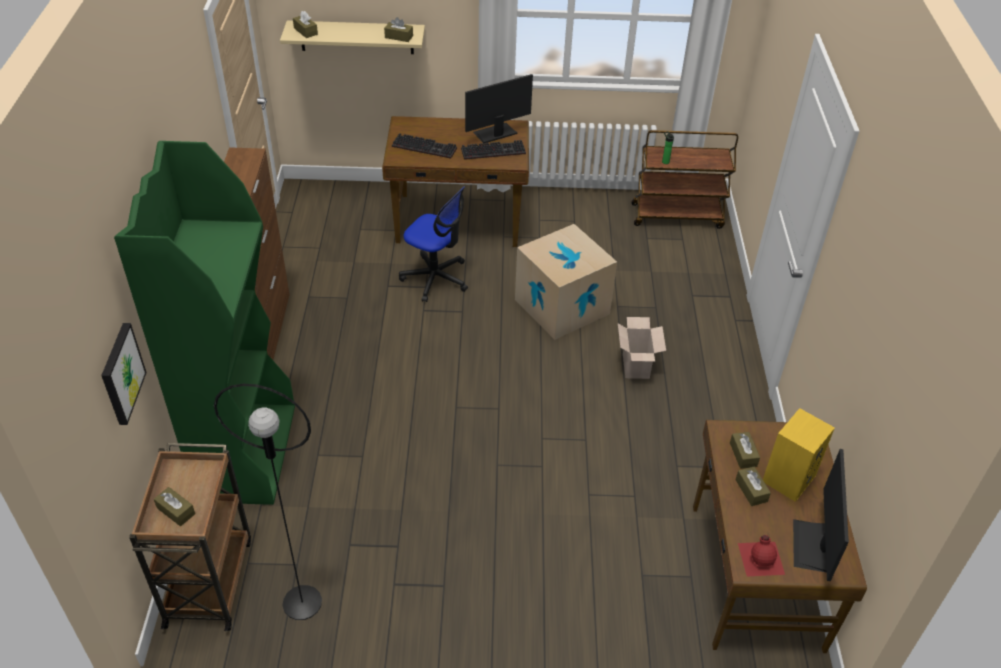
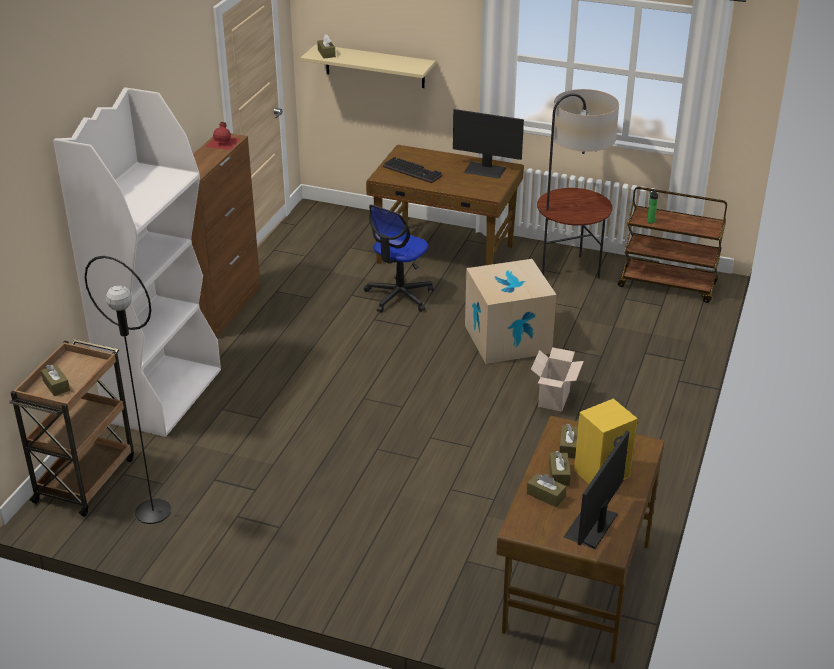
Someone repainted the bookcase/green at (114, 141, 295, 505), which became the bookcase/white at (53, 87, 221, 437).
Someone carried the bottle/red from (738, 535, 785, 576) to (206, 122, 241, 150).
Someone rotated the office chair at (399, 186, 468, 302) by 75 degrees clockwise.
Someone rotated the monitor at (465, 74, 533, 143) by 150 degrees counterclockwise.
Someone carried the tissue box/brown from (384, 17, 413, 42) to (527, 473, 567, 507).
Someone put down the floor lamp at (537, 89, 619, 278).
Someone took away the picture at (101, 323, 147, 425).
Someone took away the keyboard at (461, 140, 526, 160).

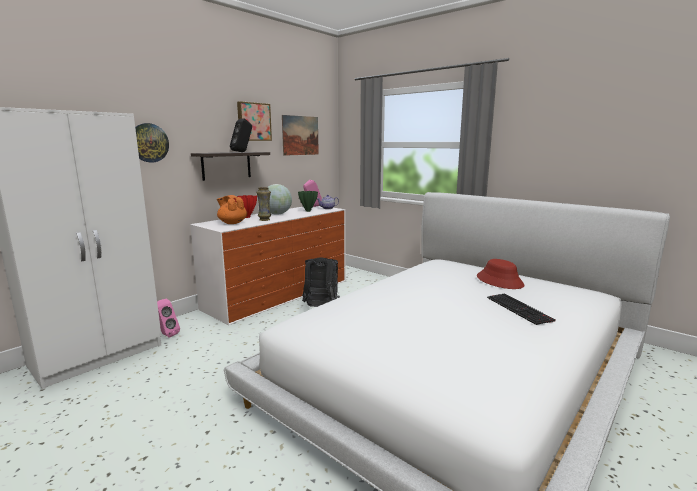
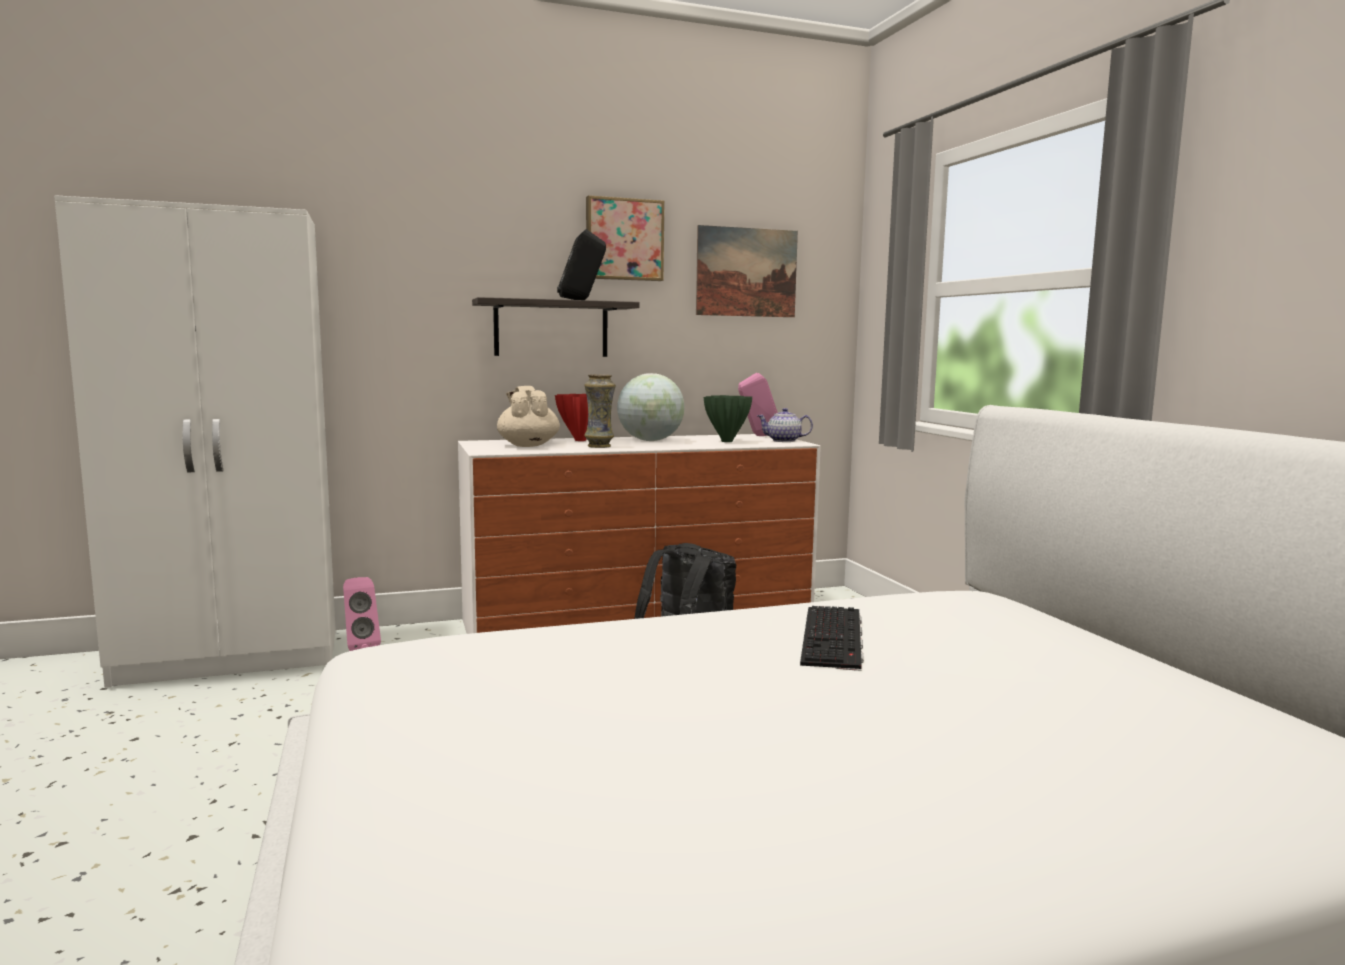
Someone repainted the teapot/orange at (217, 195, 247, 224), which became the teapot/beige at (497, 386, 560, 447).
Someone carried the keyboard from (487, 294, 556, 325) to (800, 606, 864, 671).
Someone took away the wall clock at (135, 123, 169, 162).
Someone took away the hat/red at (477, 259, 524, 289).

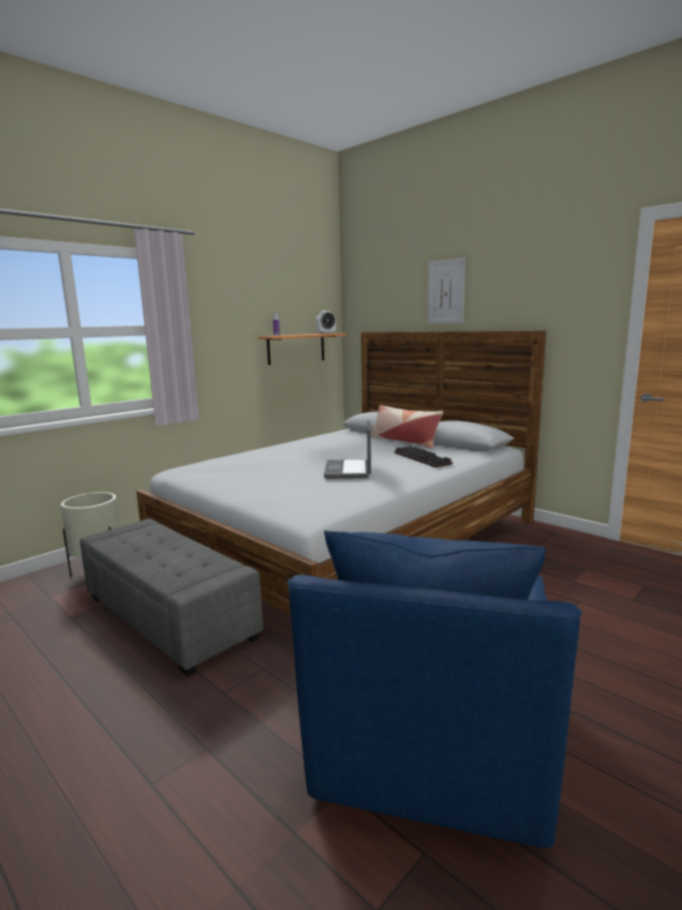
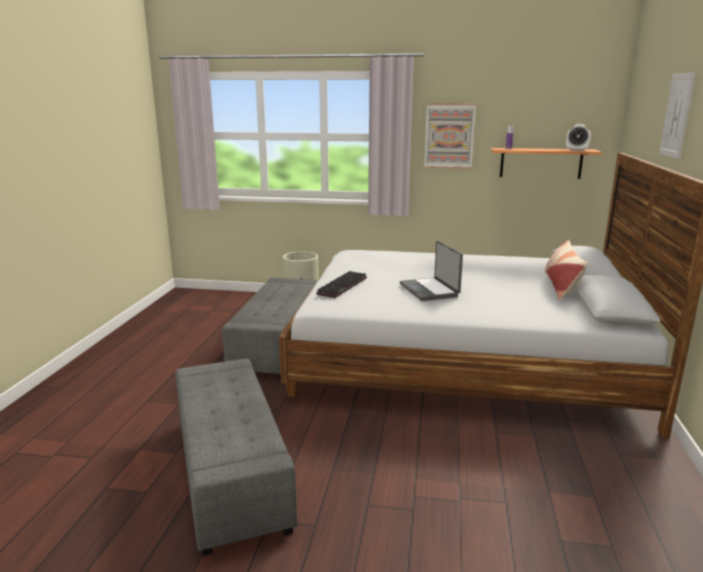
Someone swapped the armchair/blue at (287, 530, 582, 848) for the ottoman/grey at (175, 359, 297, 556).
Someone carried the keyboard from (394, 446, 453, 468) to (316, 271, 367, 298).
Someone rotated the laptop at (324, 420, 371, 479) by 75 degrees counterclockwise.
Someone put up the picture at (424, 103, 476, 169).

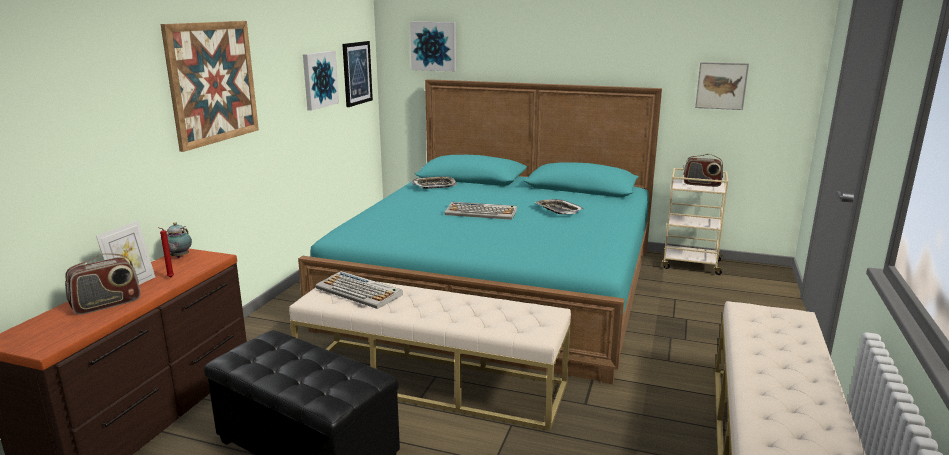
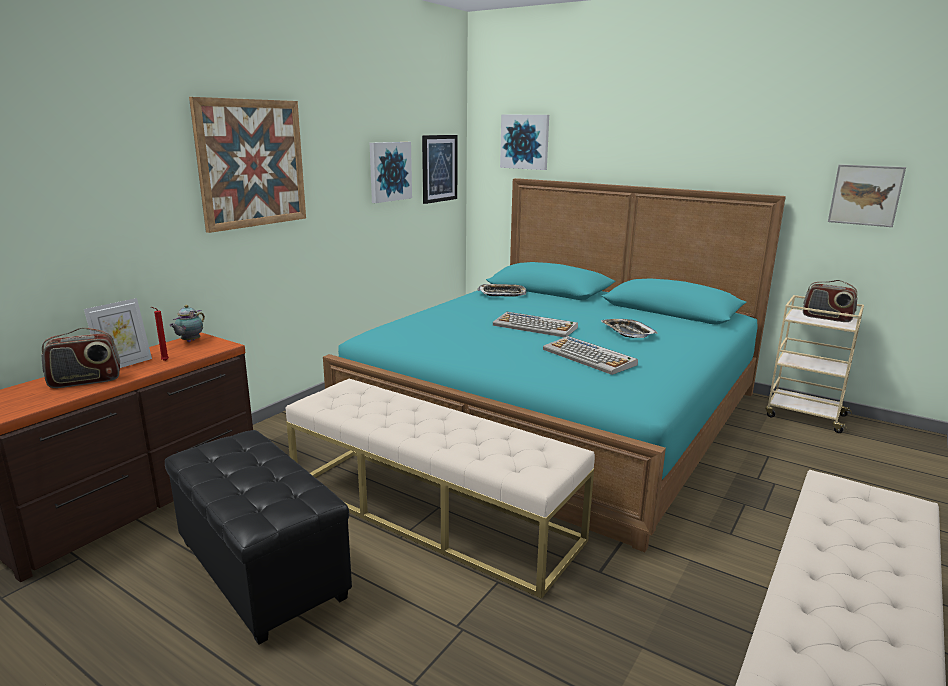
Someone carried the keyboard from (315, 271, 403, 309) to (543, 336, 638, 375).

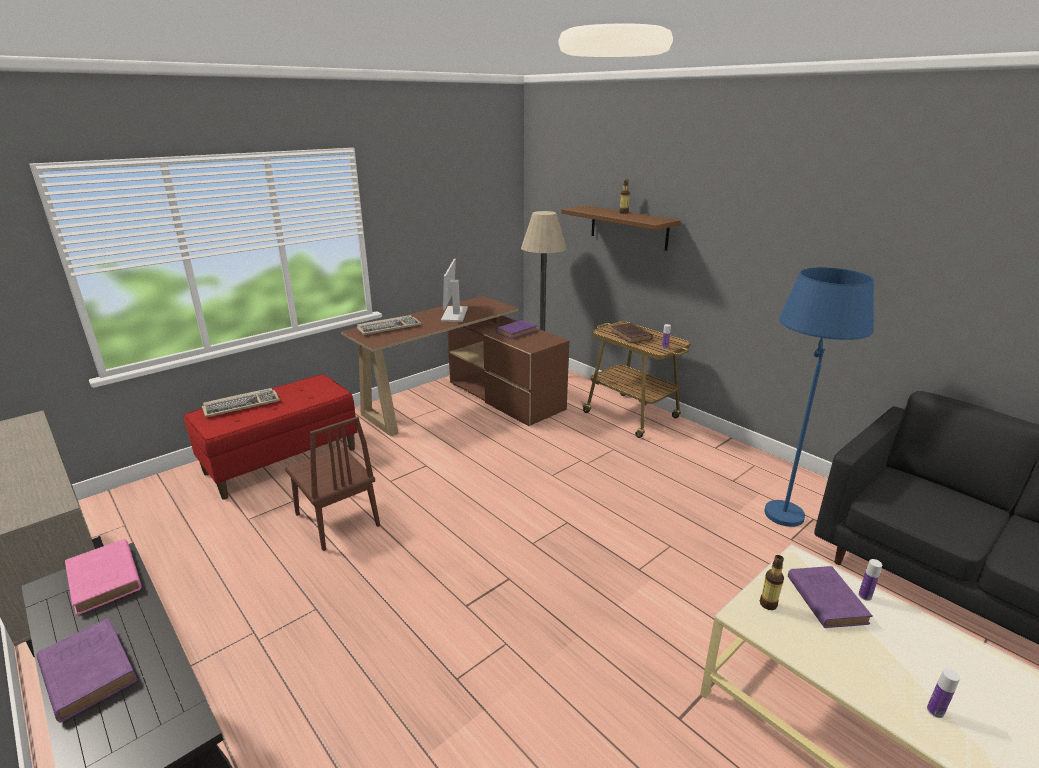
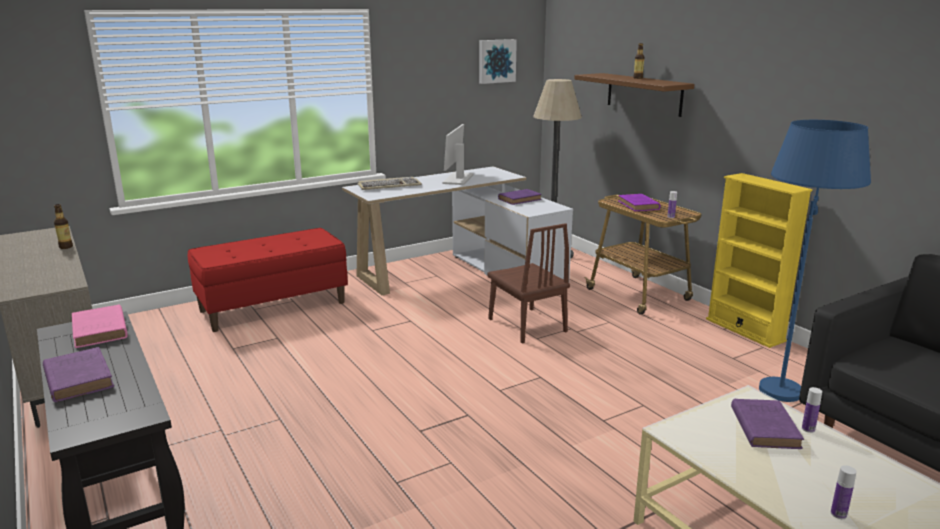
Someone carried the bottle from (760, 555, 784, 610) to (54, 204, 73, 249).
Someone repainted the desk/brown at (341, 296, 570, 436), which became the desk/white at (342, 166, 573, 295).
Someone put up the picture at (479, 39, 517, 84).
Someone carried the chair/brown from (285, 417, 380, 551) to (487, 223, 570, 344).
Someone repainted the book/brown at (611, 323, 653, 343), which became the book/purple at (618, 194, 660, 211).
Someone put down the bookcase/yellow at (706, 173, 812, 348).
Someone took away the keyboard at (202, 388, 280, 418).

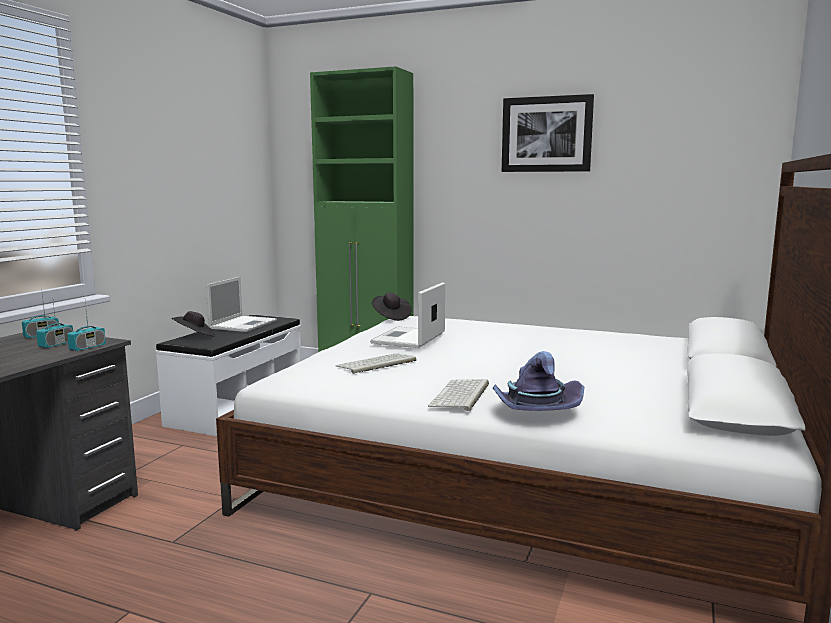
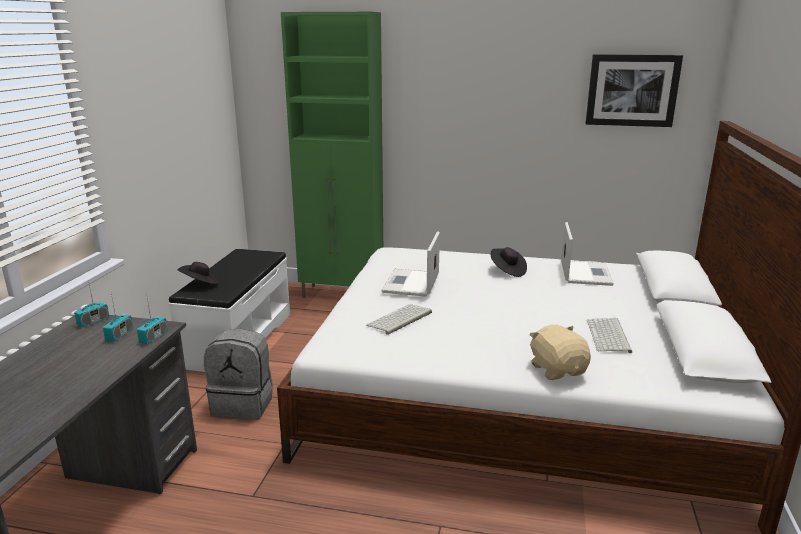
Someone put down the backpack/grey at (204, 329, 273, 420).
Someone carried the hat/black from (372, 293, 412, 321) to (491, 247, 527, 277).
Someone swapped the hat/purple at (493, 351, 584, 411) for the plush toy/beige at (529, 325, 591, 380).
Someone carried the laptop from (206, 277, 277, 332) to (561, 222, 614, 286).
Someone carried the picture from (502, 94, 594, 172) to (585, 54, 683, 127).
Someone carried the keyboard from (428, 379, 489, 411) to (587, 318, 632, 354).

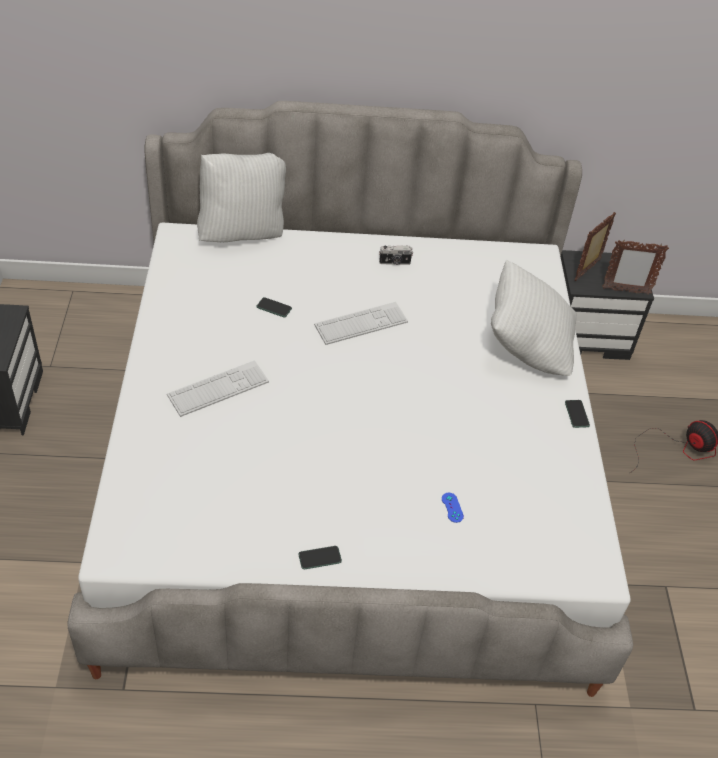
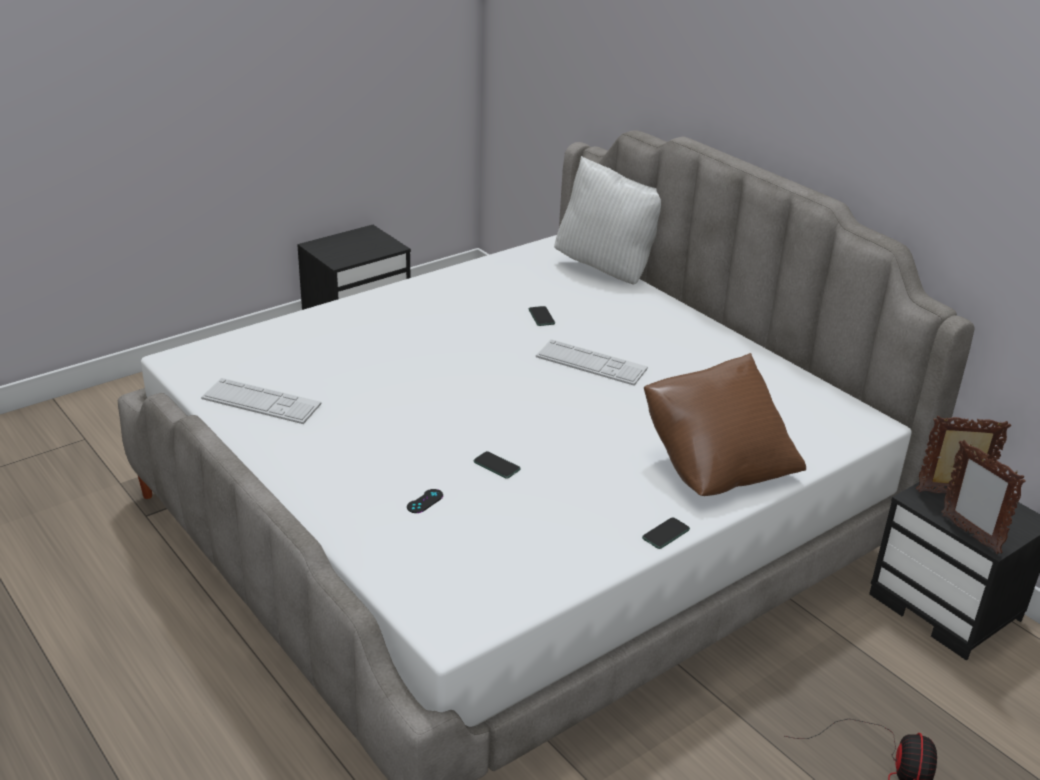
Someone carried the keyboard from (167, 360, 269, 417) to (201, 378, 322, 424).
Someone repainted the game controller/blue at (442, 493, 464, 523), which became the game controller/black at (407, 489, 443, 513).
Someone carried the phone from (298, 546, 342, 569) to (474, 451, 521, 479).
Someone repainted the pillow/white at (491, 260, 577, 376), which became the pillow/brown at (644, 353, 806, 496).
Someone took away the photo camera at (379, 245, 413, 265).

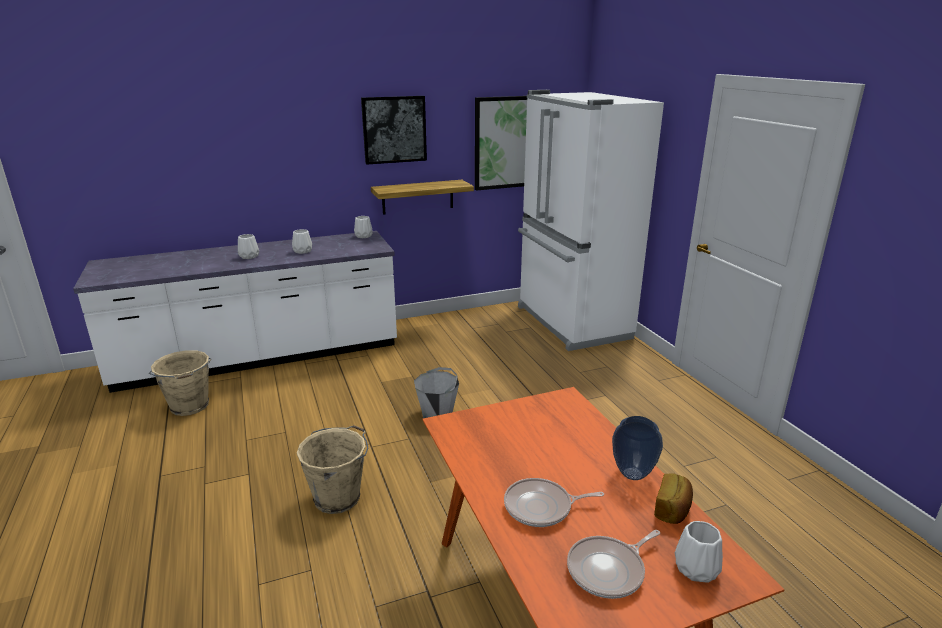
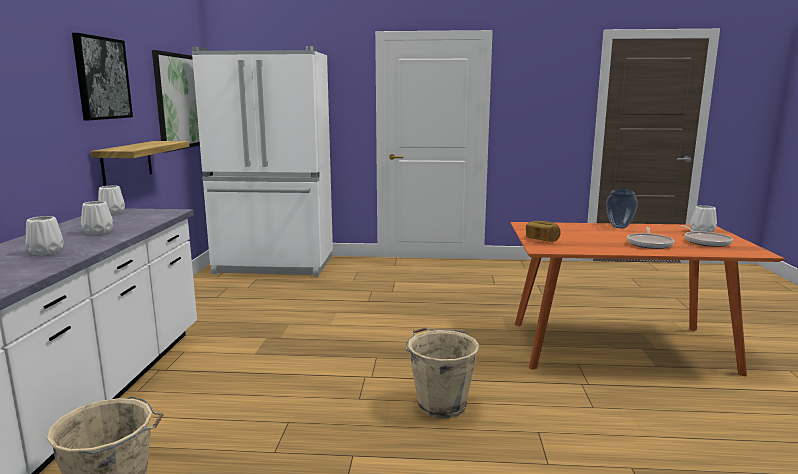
Someone carried the bread from (654, 473, 693, 524) to (526, 221, 561, 242).
Someone took away the bucket/grey at (414, 367, 459, 418).

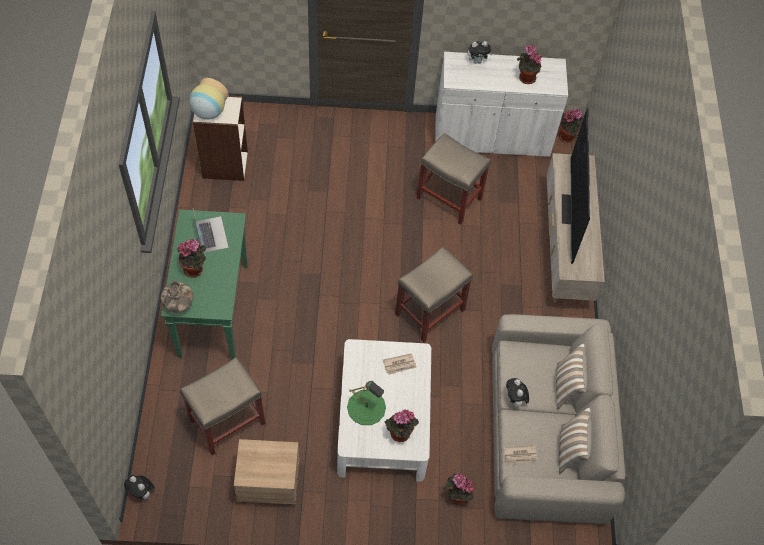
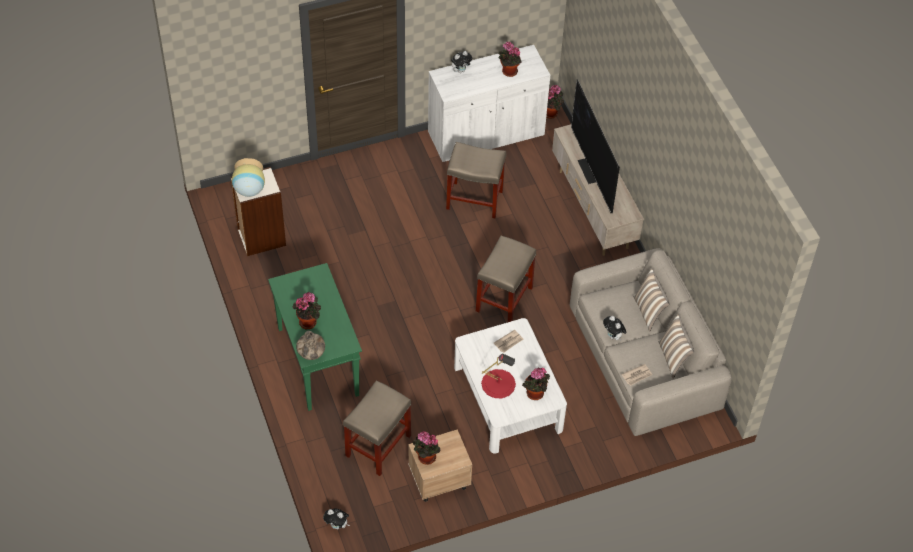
Someone carried the potted plant from (445, 473, 474, 505) to (412, 431, 441, 465).
Someone repainted the table lamp/green at (347, 381, 386, 425), which became the table lamp/red at (481, 354, 516, 398).
Someone took away the laptop at (193, 210, 229, 253).

